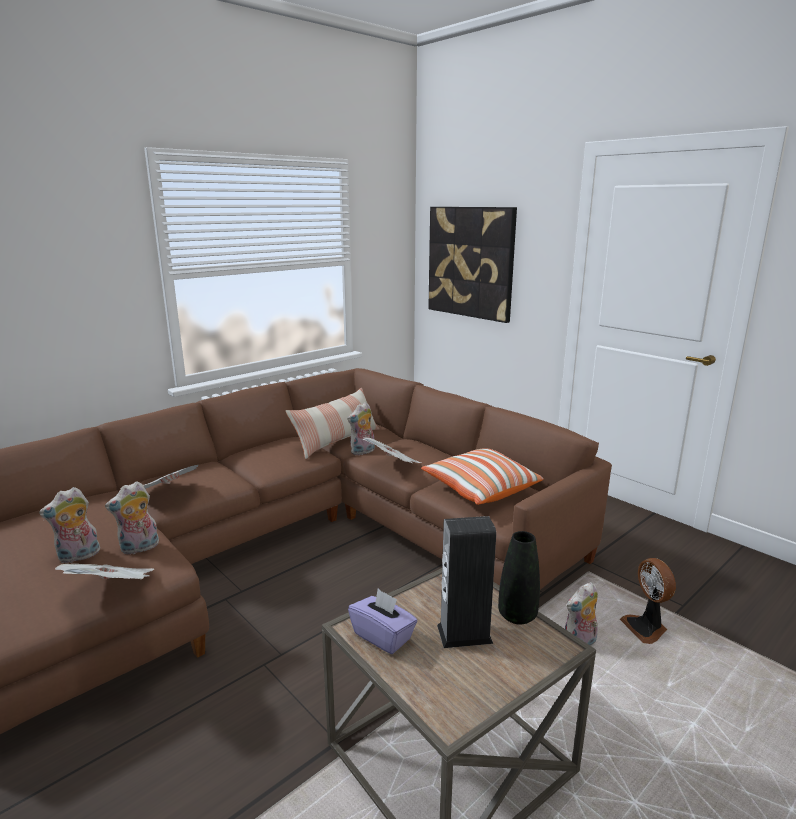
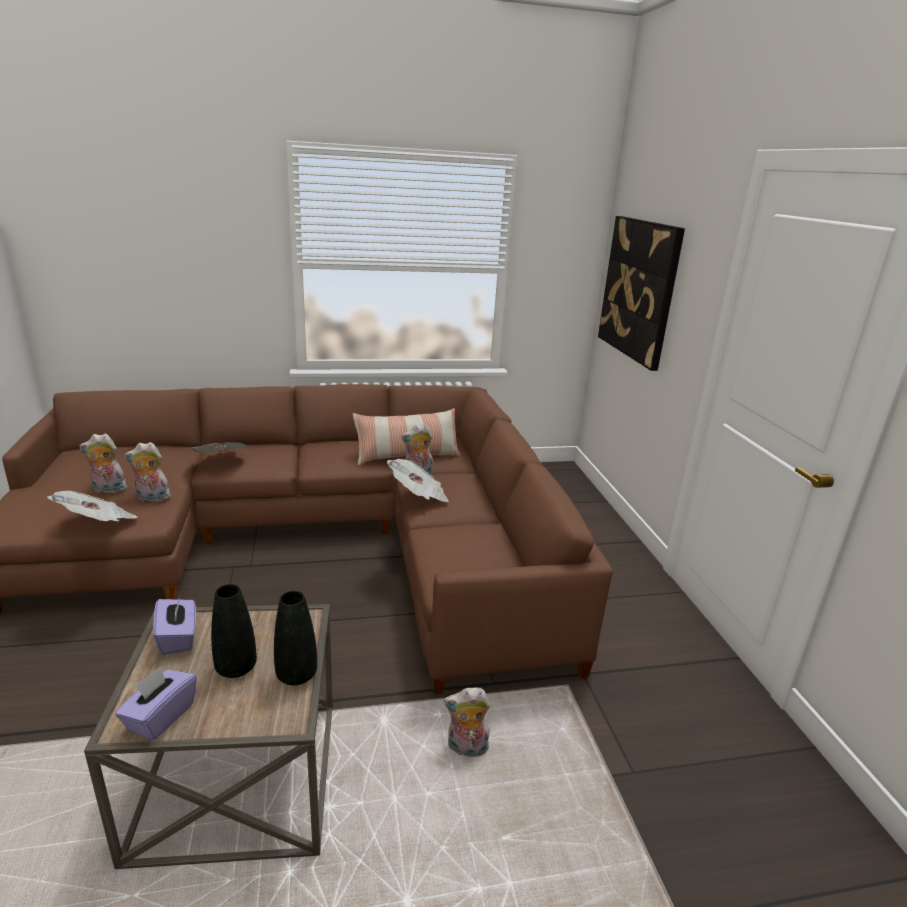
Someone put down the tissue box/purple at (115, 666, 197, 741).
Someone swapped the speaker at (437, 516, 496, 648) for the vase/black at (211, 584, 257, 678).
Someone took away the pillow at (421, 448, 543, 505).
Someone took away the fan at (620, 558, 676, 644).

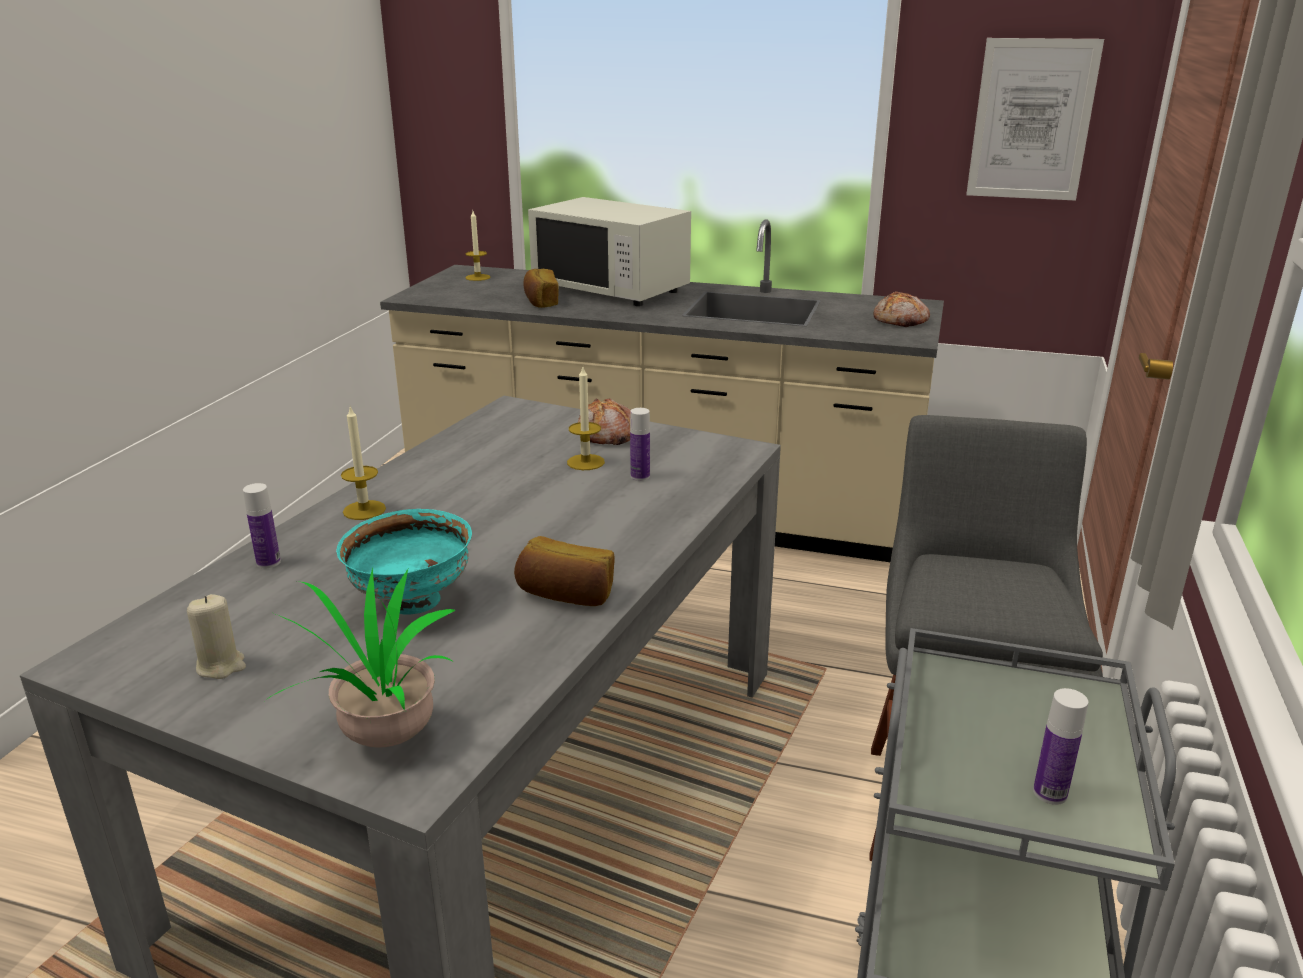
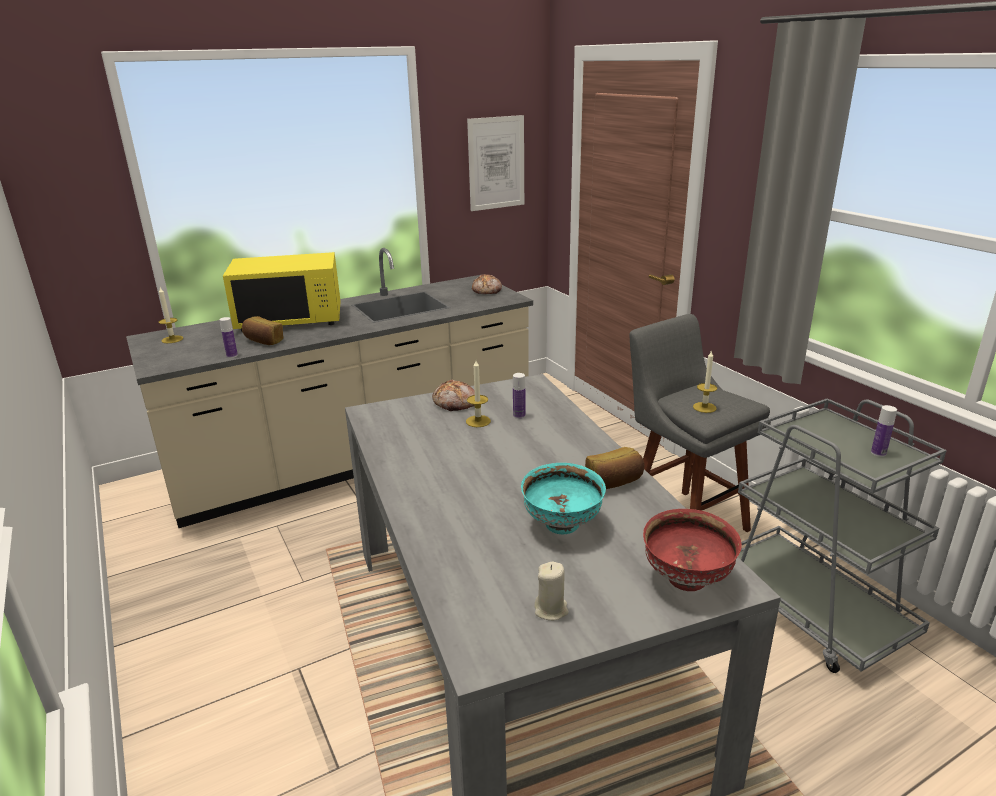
Someone carried the bottle from (243, 483, 281, 568) to (219, 317, 238, 358).
Someone repainted the microwave/white at (528, 197, 691, 306), which became the microwave/yellow at (223, 252, 341, 332).
Someone swapped the potted plant at (266, 567, 455, 747) for the bowl/red at (643, 509, 742, 591).
Someone carried the candle from (341, 406, 386, 520) to (693, 351, 717, 413).

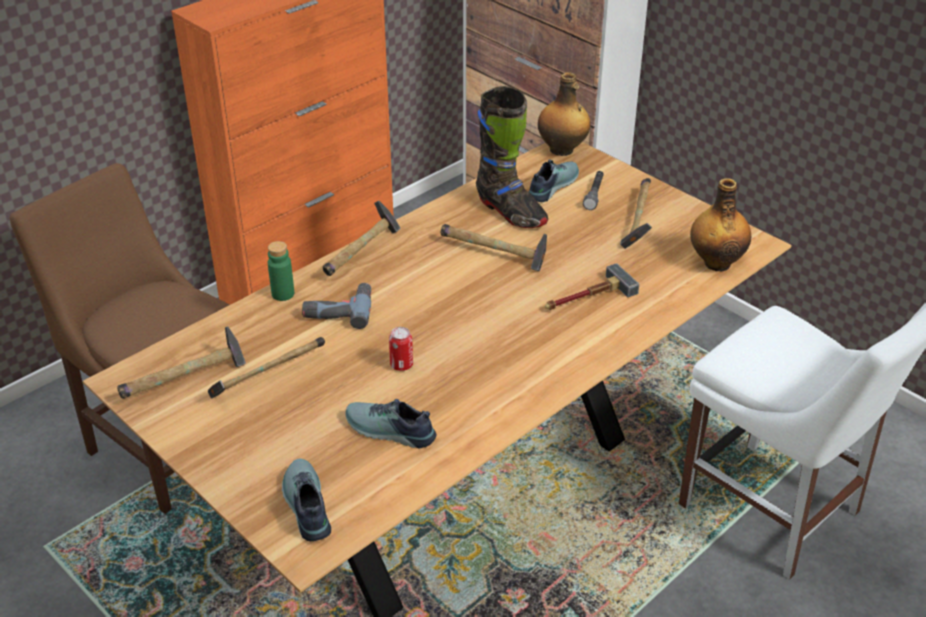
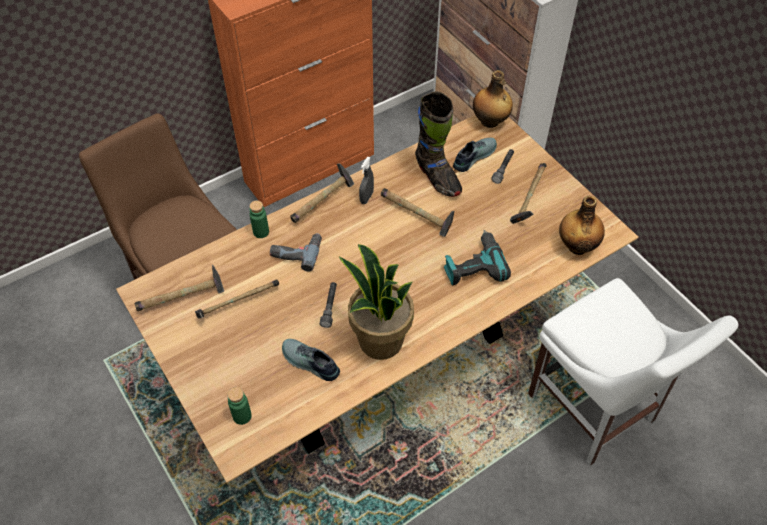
Someone swapped the shoe at (282, 458, 331, 541) for the bottle/green at (227, 387, 252, 425).
Someone swapped the can at (389, 327, 413, 371) for the flashlight/grey at (320, 282, 337, 328).
Someone put down the potted plant at (339, 244, 414, 360).
Someone put down the spray bottle/grey at (359, 157, 374, 204).
Someone swapped the hammer at (545, 263, 639, 310) for the power drill at (444, 230, 511, 285).

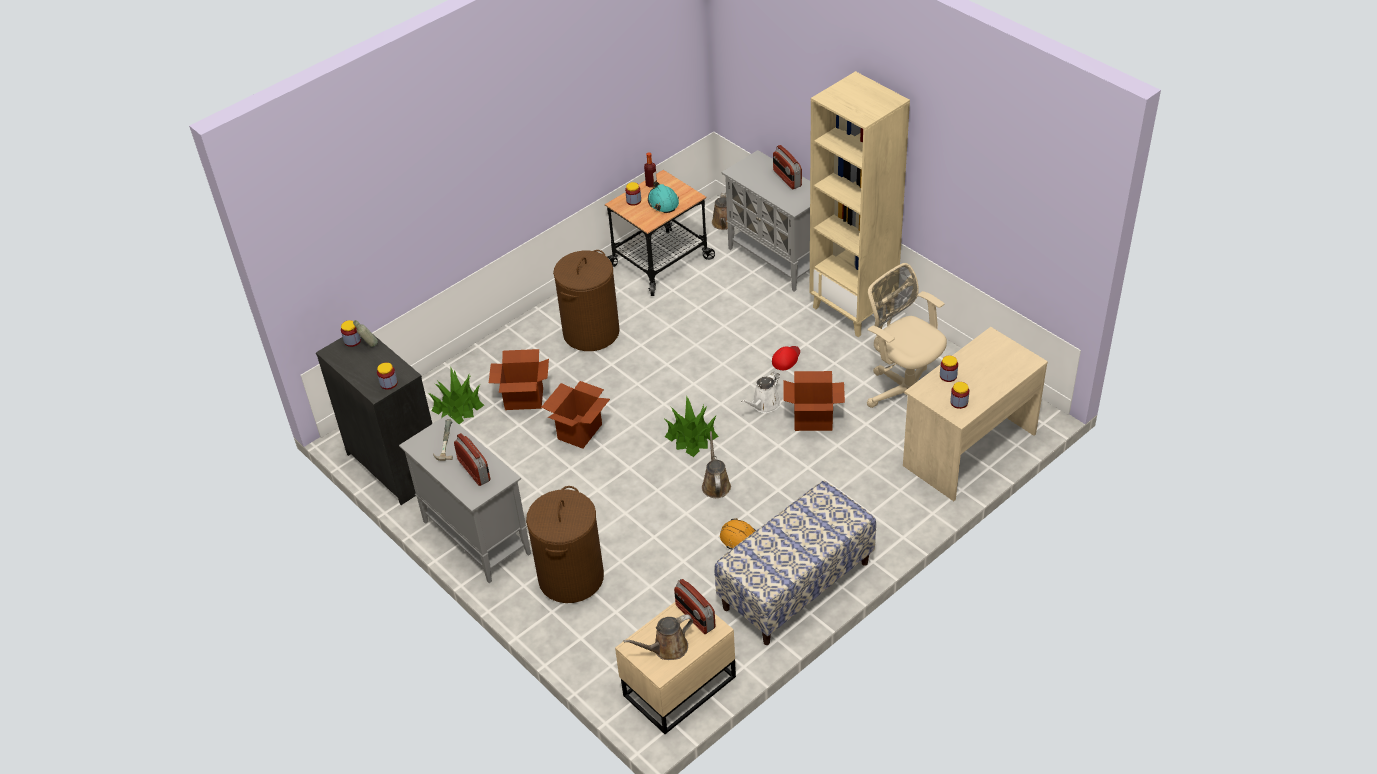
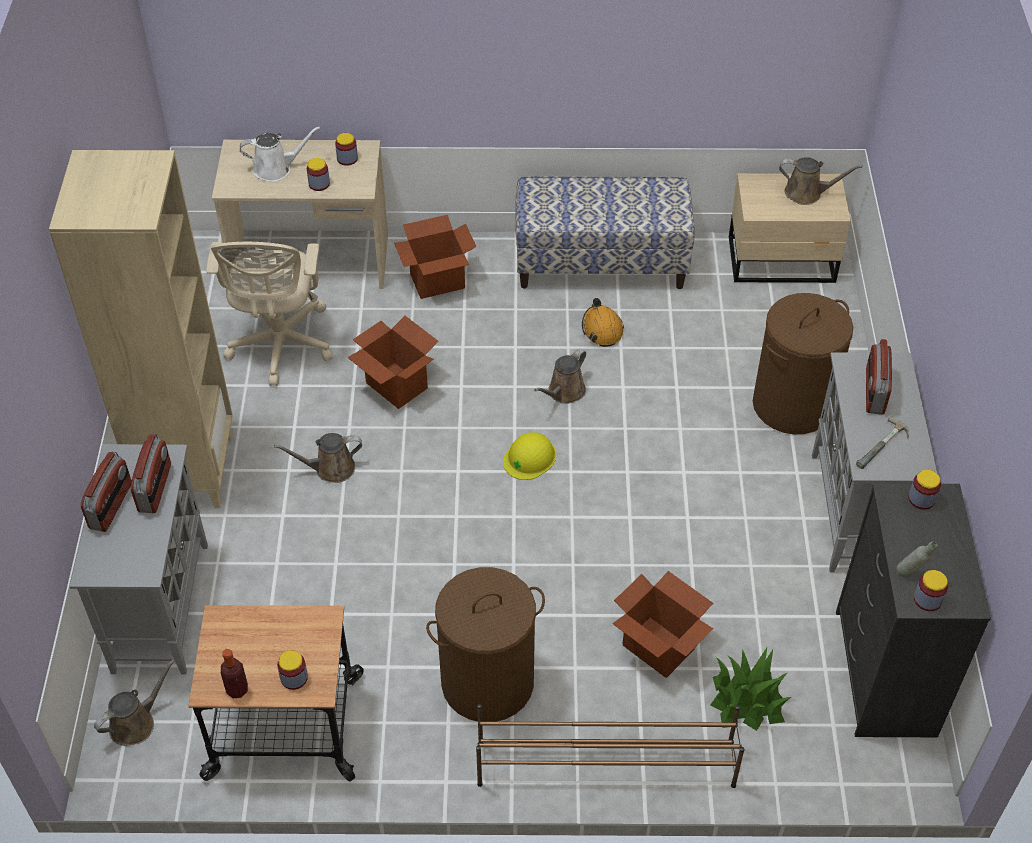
Someone carried the radio from (674, 579, 716, 634) to (131, 434, 171, 513).
Someone carried the watering can/white from (741, 372, 780, 413) to (240, 126, 320, 182).
Someone swapped the cap/red at (772, 346, 800, 370) for the watering can/brown at (274, 433, 362, 483).
Someone carried the cardboard box from (541, 381, 610, 449) to (394, 215, 476, 299).
Someone put down the shoe rack/brown at (476, 704, 745, 788).
Someone swapped the potted plant at (663, 395, 719, 457) for the hard hat/yellow at (503, 432, 556, 480).
Someone took away the hard hat/turquoise at (648, 181, 679, 213).

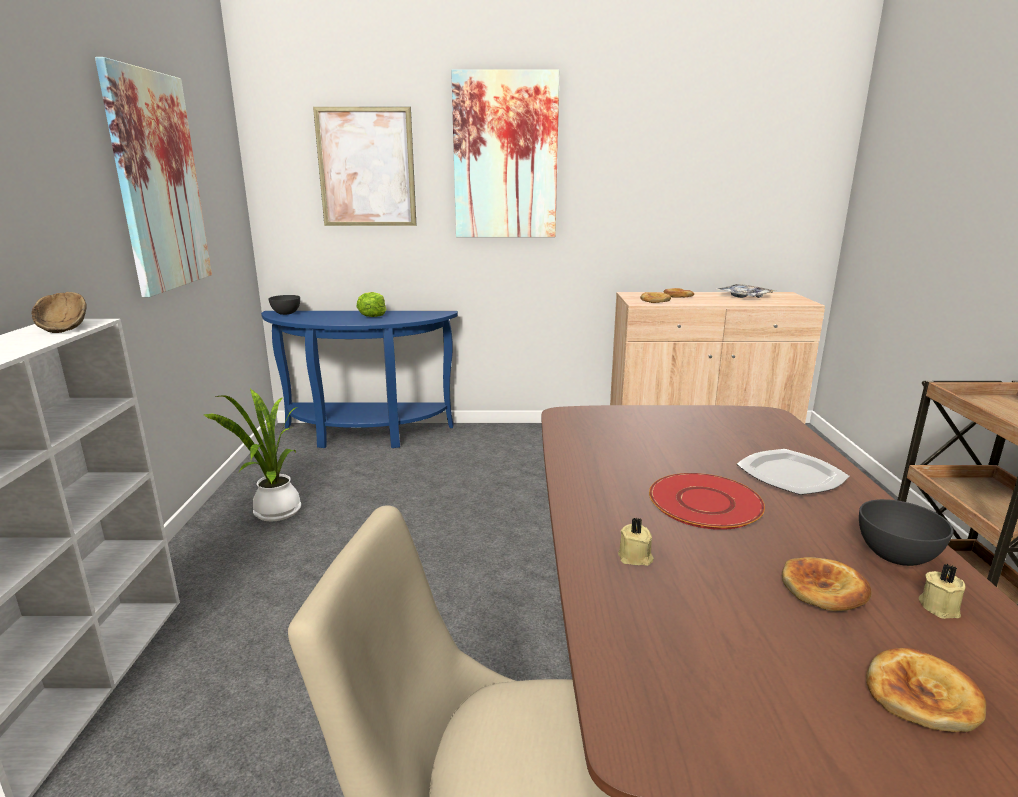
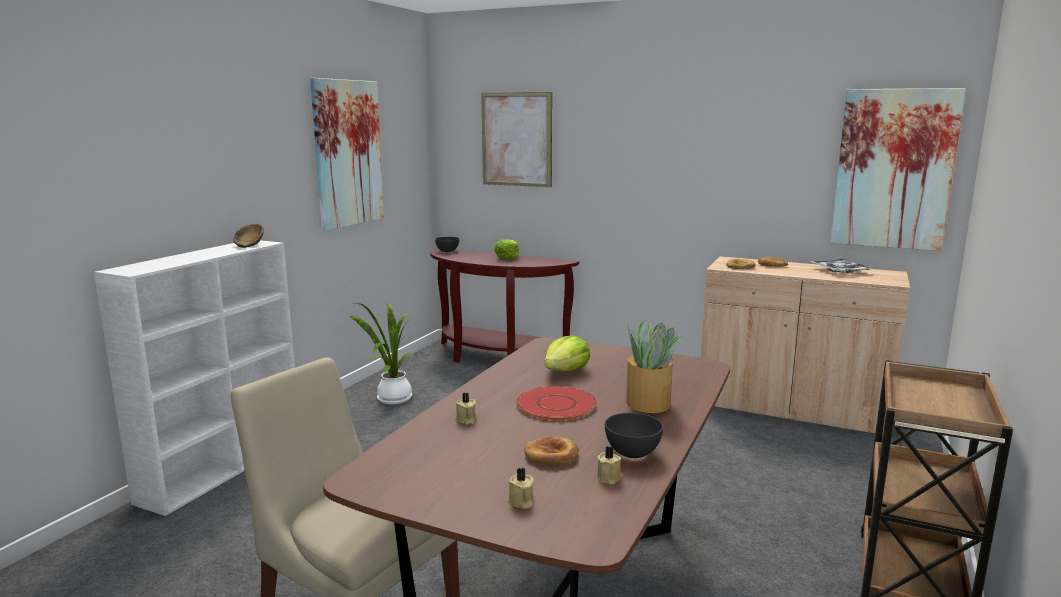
Someone repainted the console table/blue at (261, 311, 458, 448), which became the console table/brown at (430, 248, 579, 363).
Someone swapped the bread at (866, 648, 986, 732) for the candle/beige at (508, 468, 535, 509).
Someone put down the lettuce at (544, 335, 590, 371).
Someone swapped the plate at (737, 449, 849, 495) for the potted plant at (626, 319, 681, 413).
Someone carried the picture from (451, 70, 559, 237) to (830, 88, 966, 251).

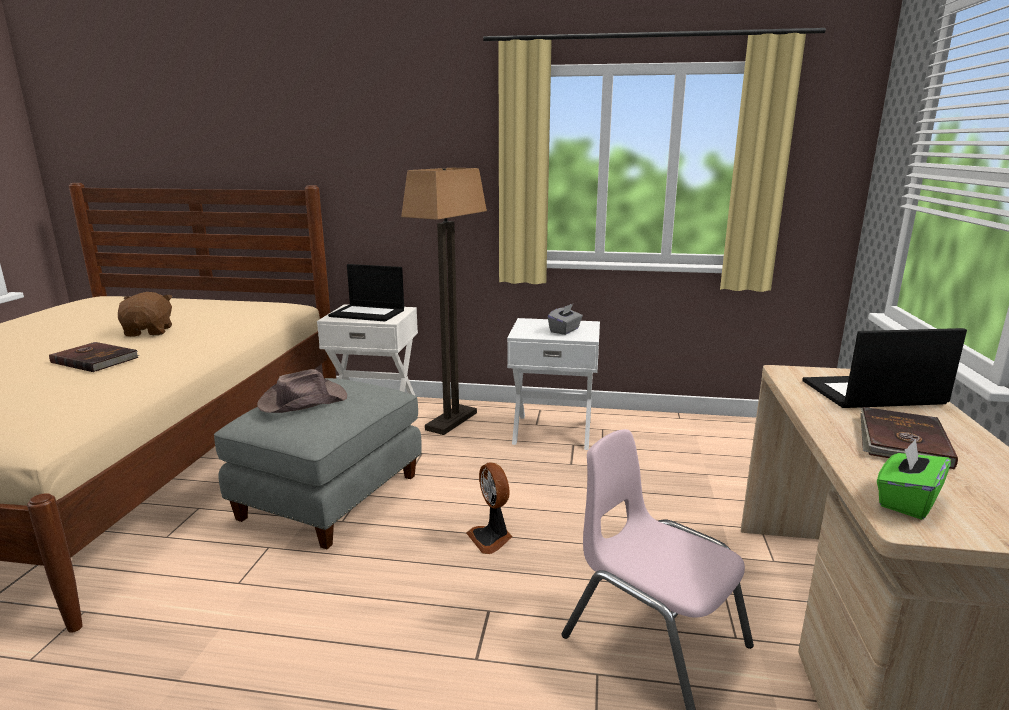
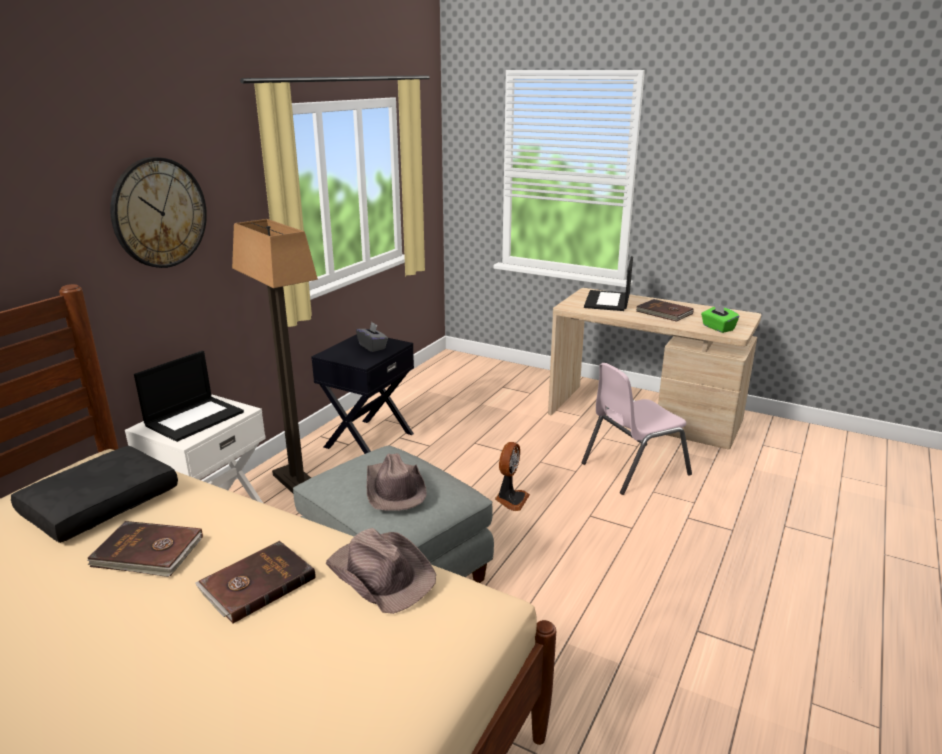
Someone put down the pillow/black at (11, 446, 178, 543).
Someone swapped the plush toy/brown at (118, 292, 173, 337) for the book/brown at (87, 521, 203, 577).
Someone put up the wall clock at (110, 157, 207, 268).
Someone repainted the nightstand/white at (507, 318, 600, 450), which became the nightstand/black at (311, 334, 414, 454).
Someone put down the hat/brown at (325, 528, 436, 614).
Someone rotated the fan at (466, 462, 513, 554) by 60 degrees counterclockwise.

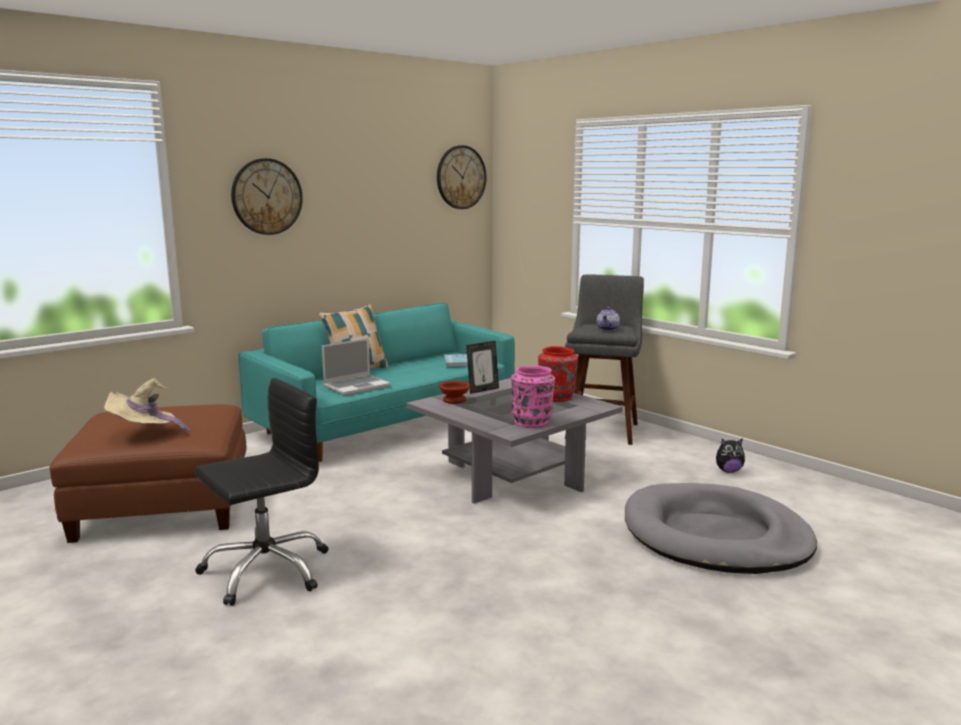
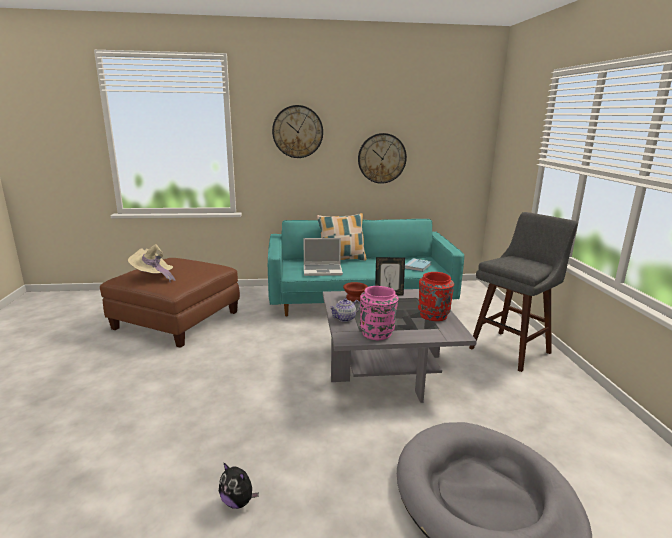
Someone carried the plush toy from (716, 438, 745, 473) to (219, 462, 259, 509).
Someone carried the teapot from (596, 307, 620, 331) to (329, 298, 360, 322).
Someone carried the wall clock from (437, 145, 486, 209) to (358, 133, 407, 184).
Someone took away the office chair/black at (195, 378, 328, 606).

